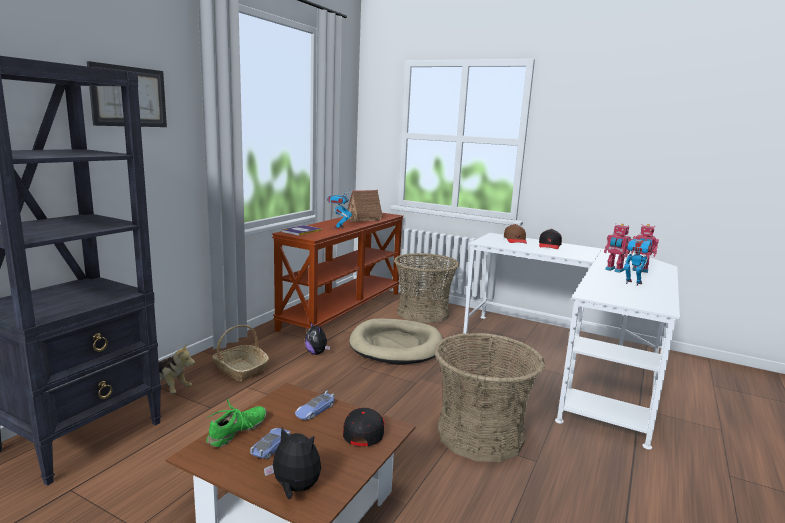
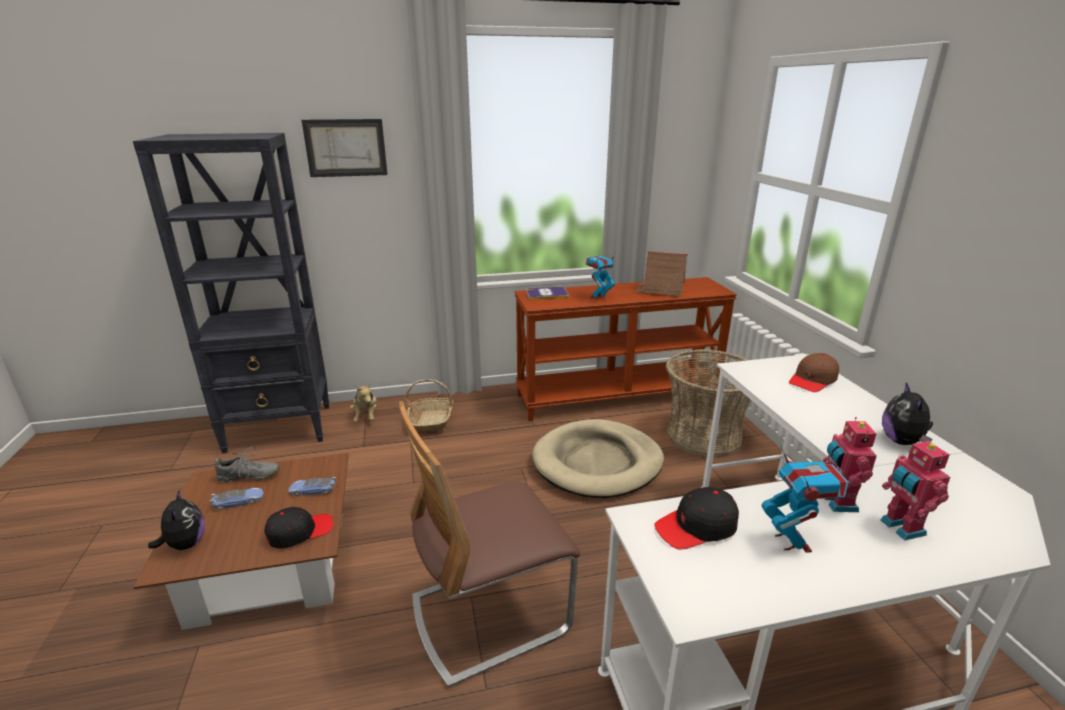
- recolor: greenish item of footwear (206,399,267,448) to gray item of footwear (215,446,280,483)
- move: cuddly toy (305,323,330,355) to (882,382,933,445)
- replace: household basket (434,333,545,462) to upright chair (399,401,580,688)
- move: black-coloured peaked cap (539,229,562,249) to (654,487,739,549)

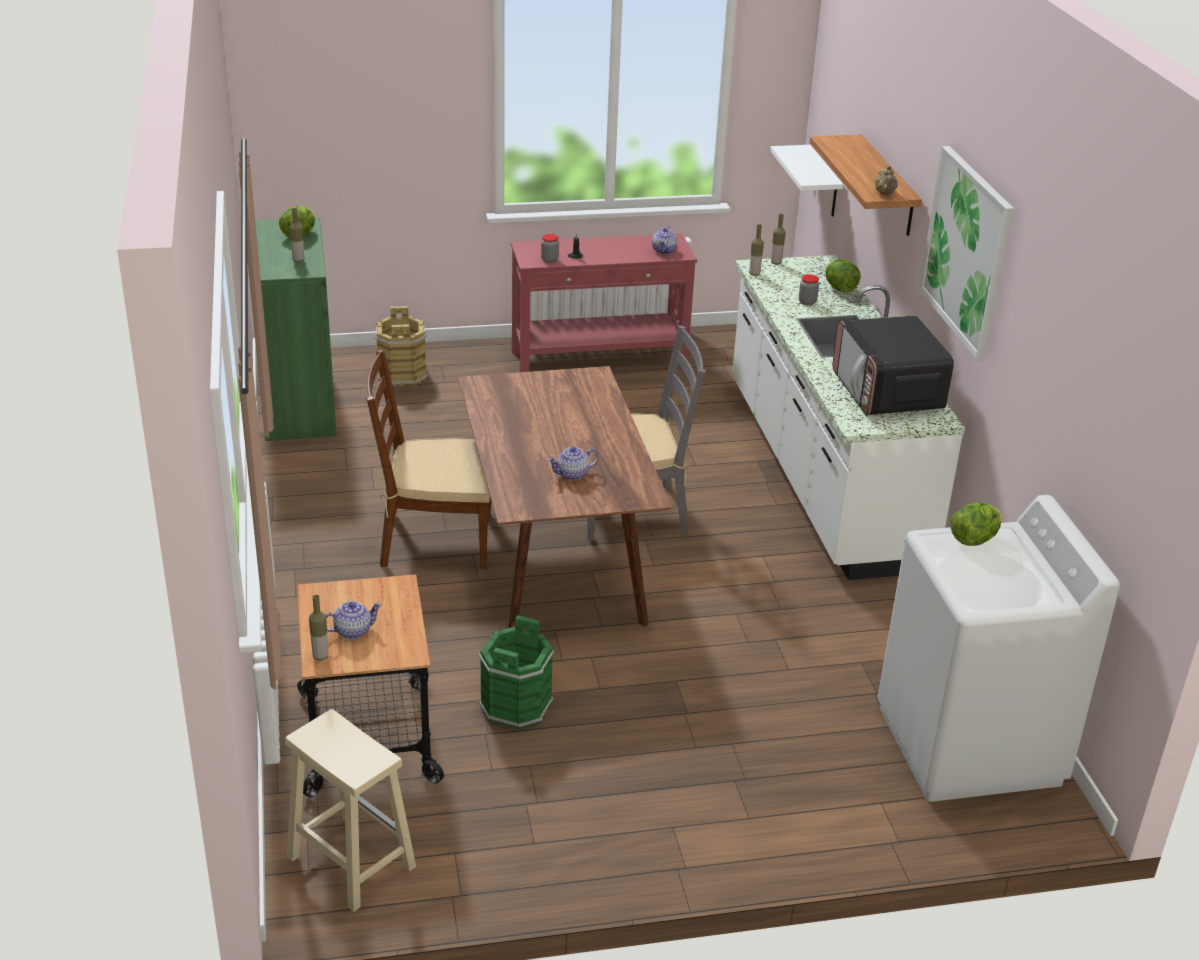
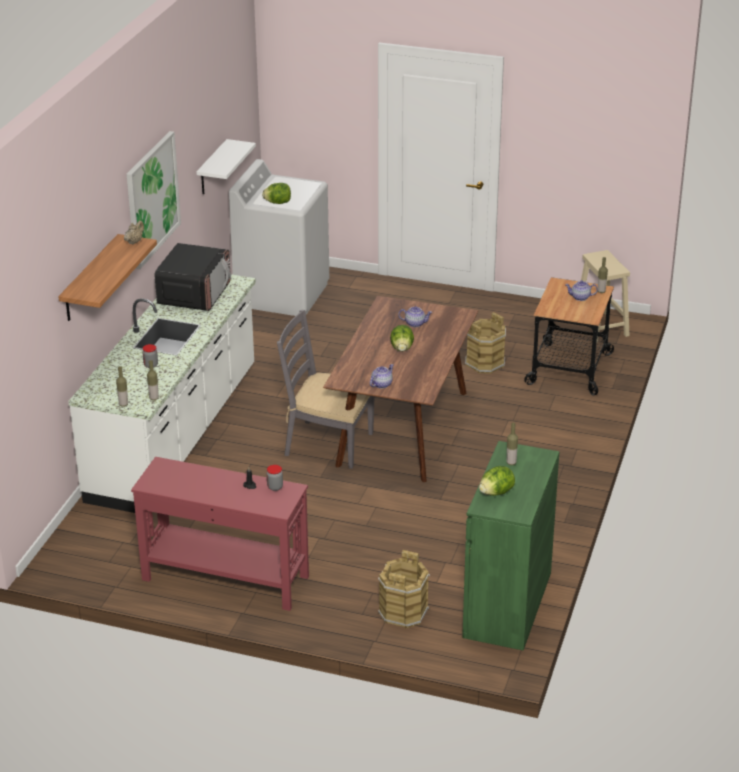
- delete: brownish upright chair (366,350,491,569)
- recolor: greenish water bucket (479,615,554,729) to brownish water bucket (465,312,506,374)
- move: teapot (652,226,677,254) to (370,364,394,388)
- move: white shelf (770,145,843,217) to (196,139,256,194)
- move: lettuce (825,259,861,292) to (390,325,414,352)

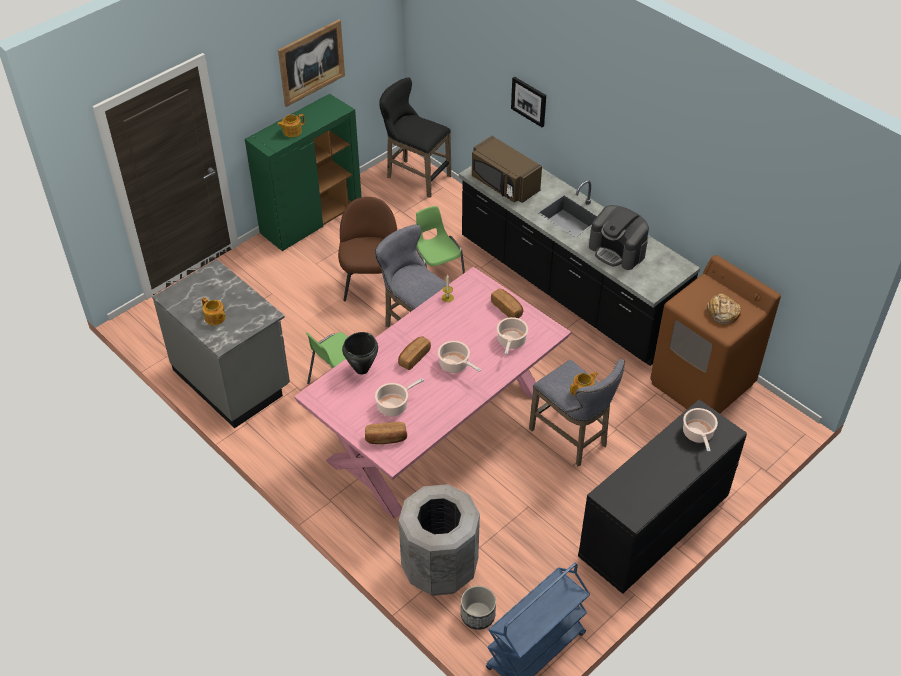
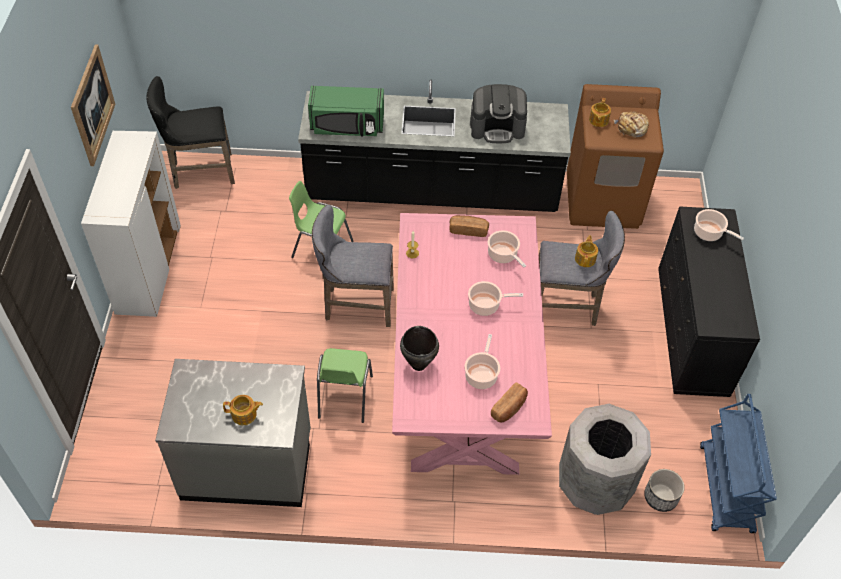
- recolor: greenish storage cabinet (245,94,362,251) to white storage cabinet (81,131,181,317)
- move: teapot (277,114,305,137) to (589,98,611,127)
- delete: brownish upright chair (338,197,397,302)
- delete: bakery bread (398,337,431,370)
- recolor: brownish microwave oven (472,136,542,203) to greenish microwave oven (308,86,384,136)
- delete: wall art (511,77,546,127)

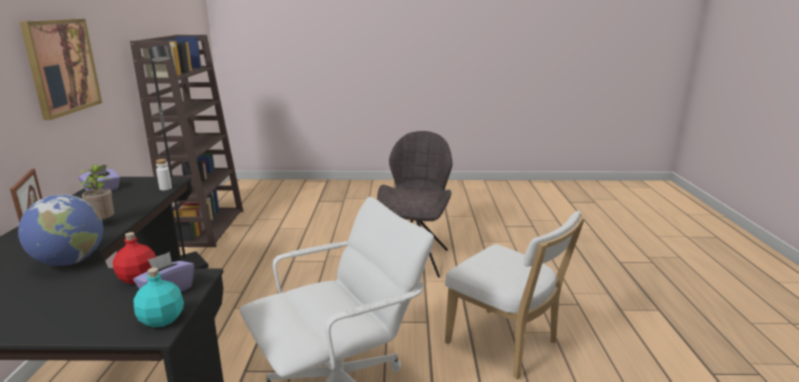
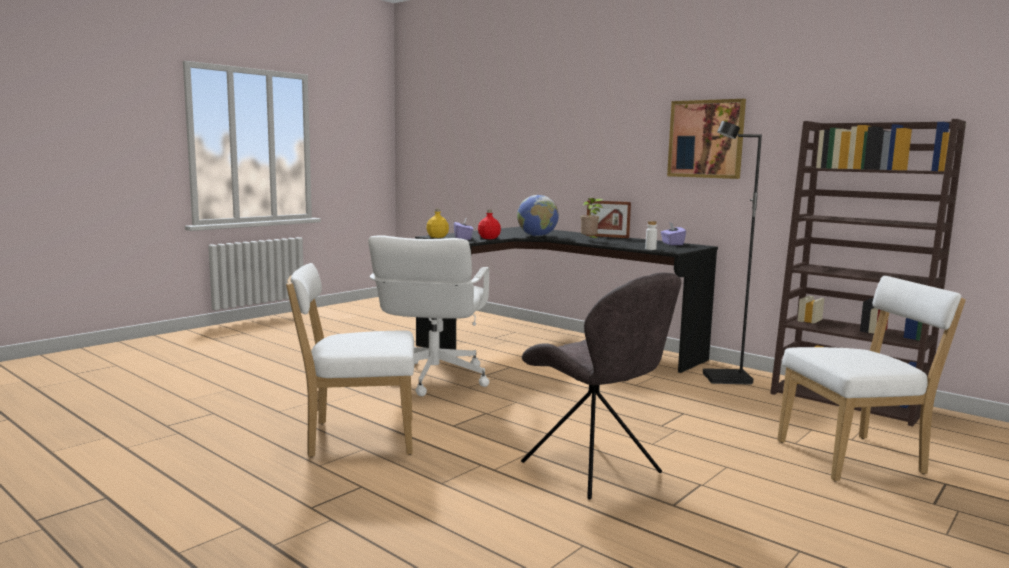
- recolor: turquoise-coloured bottle (133,268,184,328) to yellow bottle (426,208,449,238)
- insert: white upright chair (777,276,966,481)

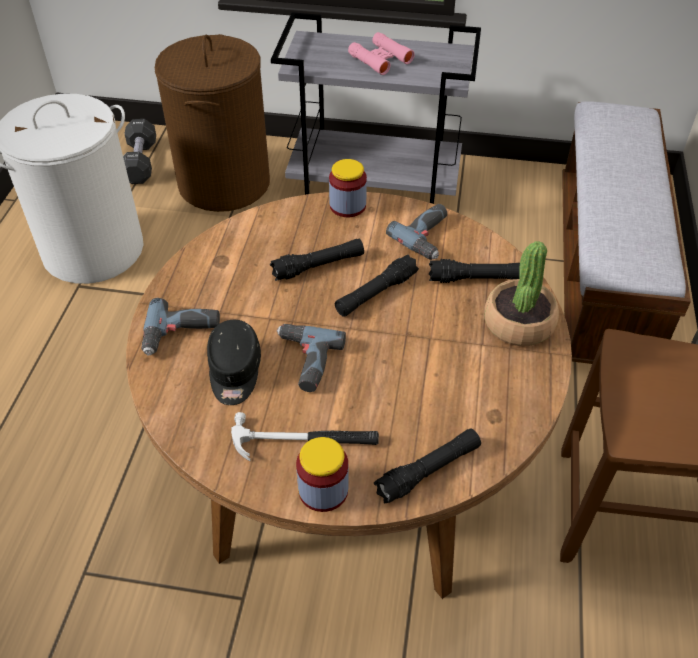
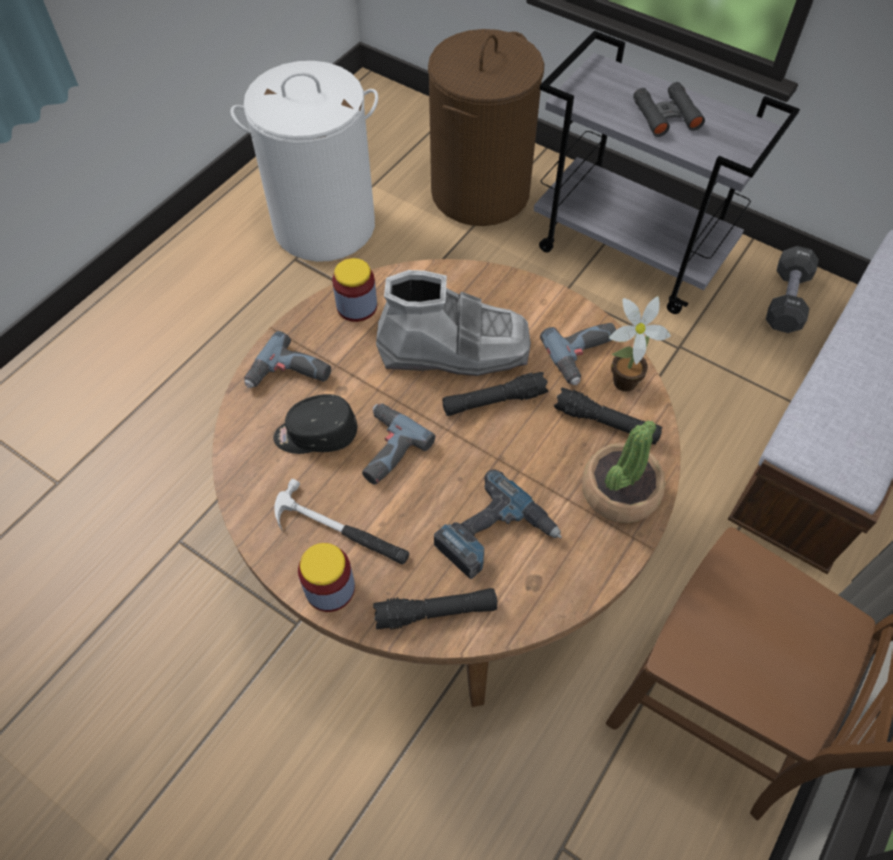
- move: black-coloured hand weight (123,119,156,184) to (766,246,819,333)
- rotate: black-coloured peaked cap (207,320,261,405) = (273,394,357,454) 60 degrees clockwise
- replace: black-coloured torch (270,239,364,281) to gray high-top boot (376,270,531,376)
- move: preserve jar (329,159,367,217) to (332,258,377,322)
- recolor: pinkish binoculars (348,32,415,75) to black-coloured binoculars (633,82,705,137)
- insert: power drill (434,469,562,579)
- insert: plant in a pot (609,296,671,392)

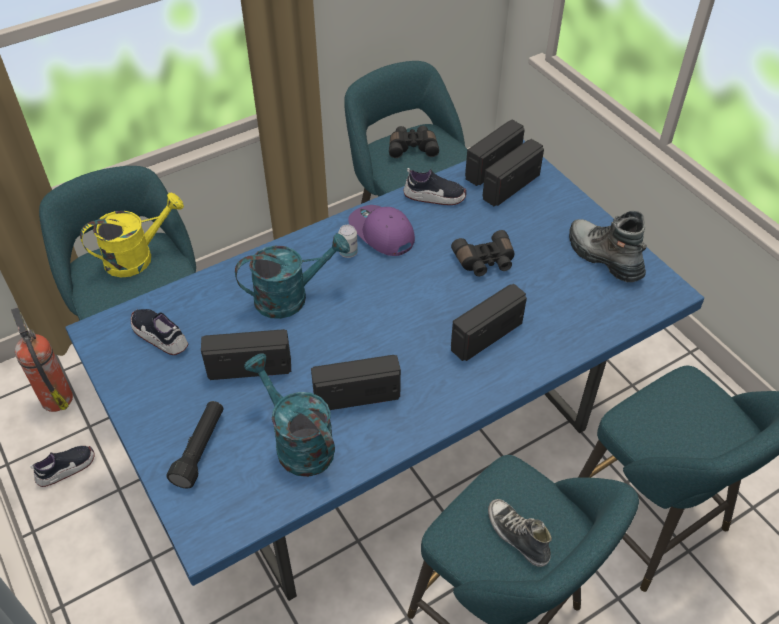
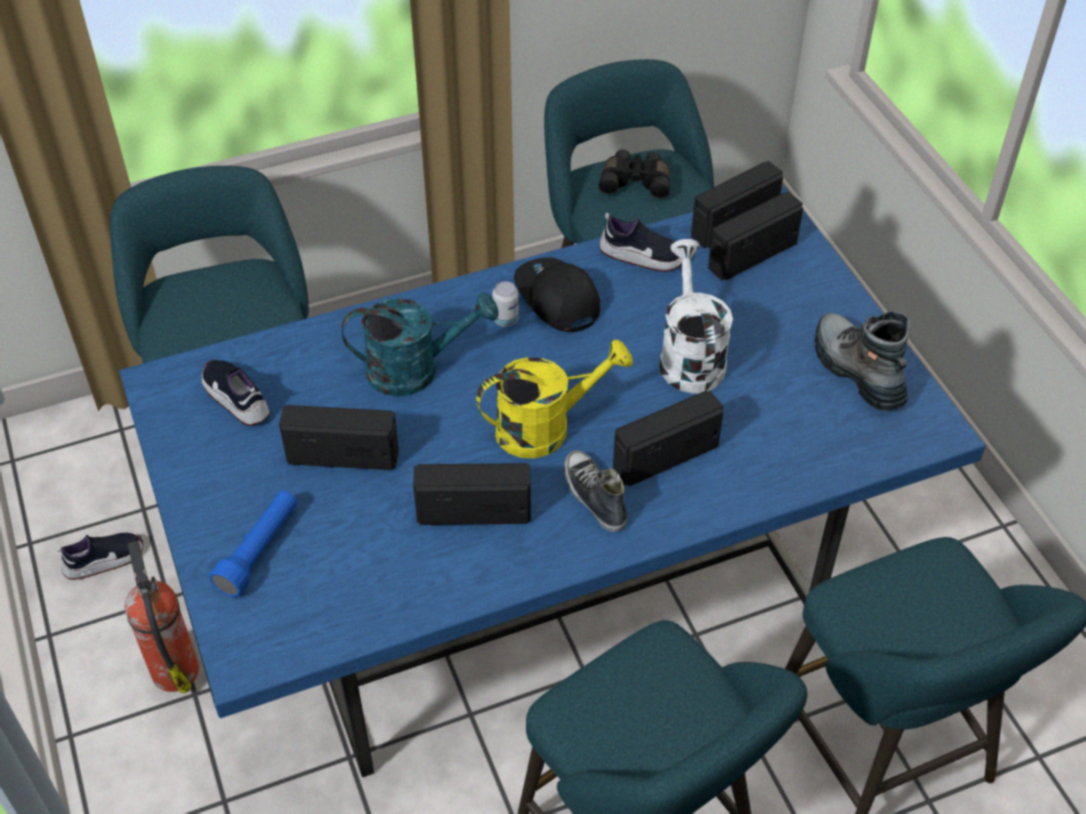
- move: extinguisher (11,307,73,412) to (125,541,199,693)
- move: yellow watering can (80,193,184,278) to (476,339,633,458)
- recolor: black-coloured torch (166,401,224,489) to blue-coloured torch (209,491,297,597)
- delete: turquoise-coloured watering can (244,353,335,477)
- recolor: purple-coloured peaked cap (348,205,415,256) to black-coloured peaked cap (514,257,600,332)
- replace: black-coloured binoculars (451,230,514,276) to white watering can (660,239,733,394)
- move: item of footwear (488,499,552,567) to (564,451,627,532)

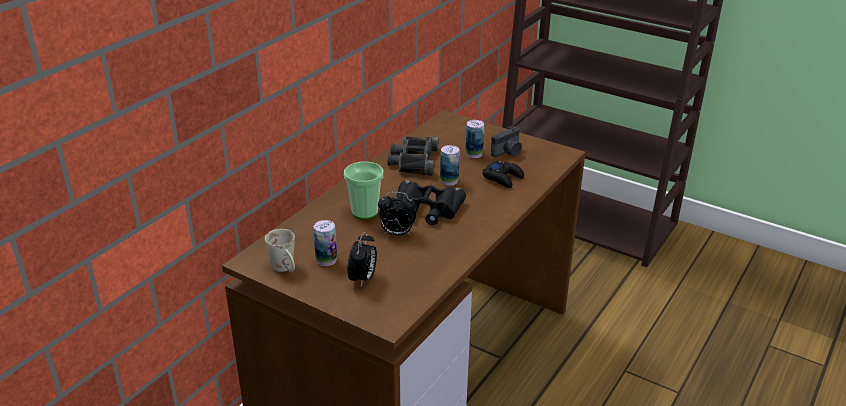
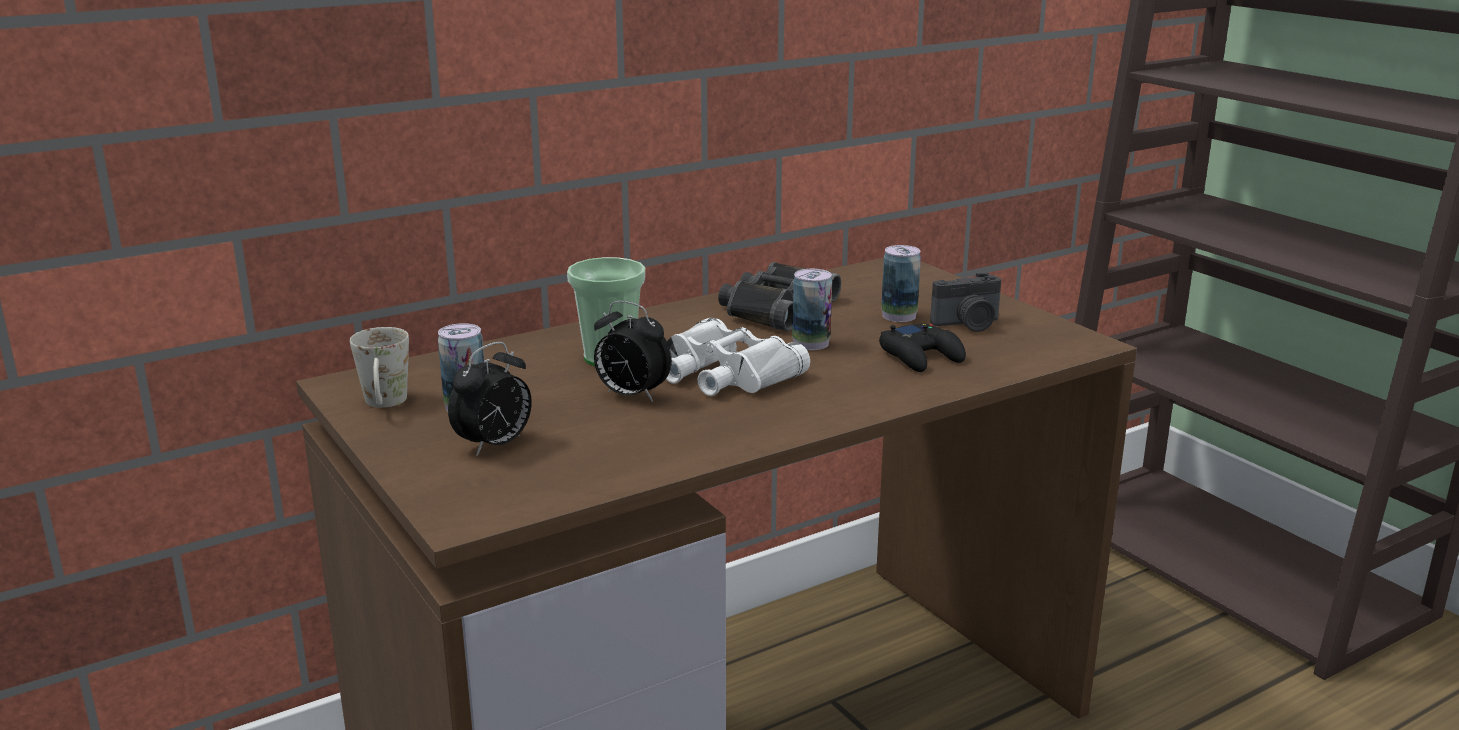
- recolor: black-coloured binoculars (396,180,466,225) to white binoculars (666,317,810,396)

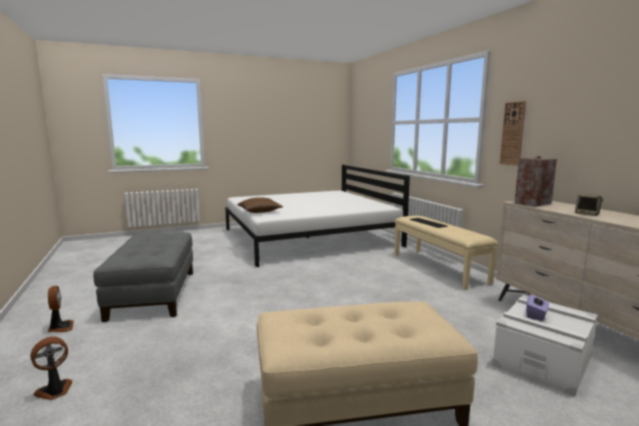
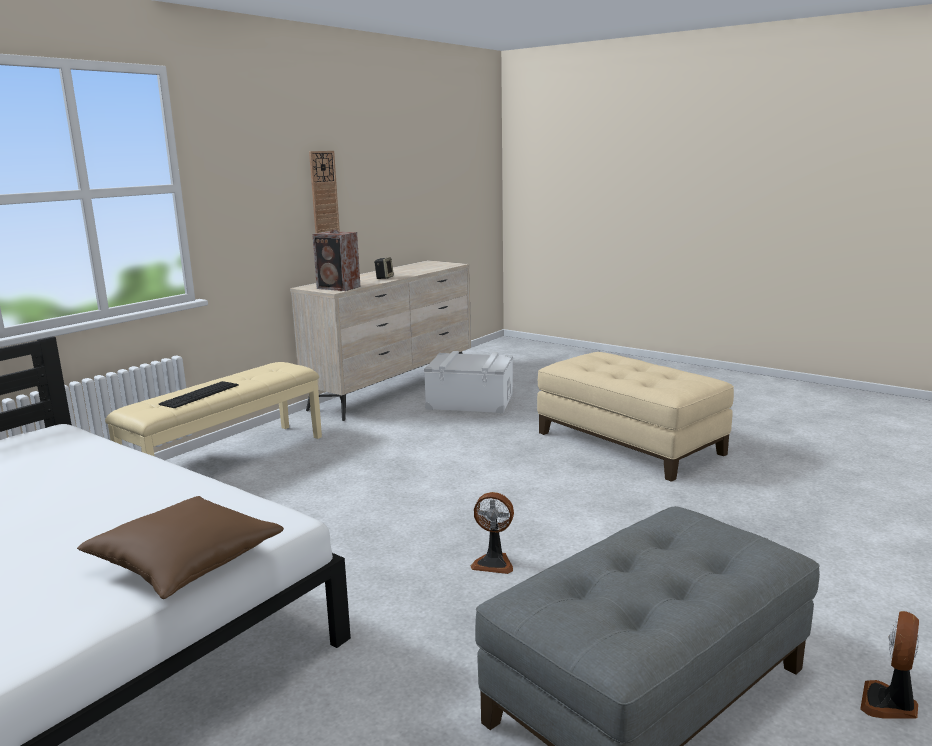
- move: cooling fan (30,337,72,400) to (470,492,514,574)
- move: hanging clock (500,101,526,166) to (309,151,340,234)
- delete: purple-coloured tissue holder (526,294,549,321)

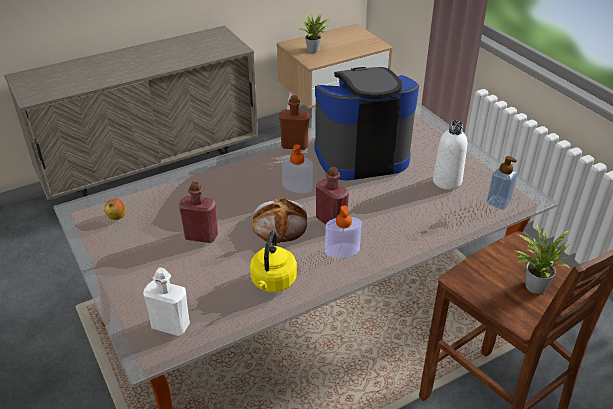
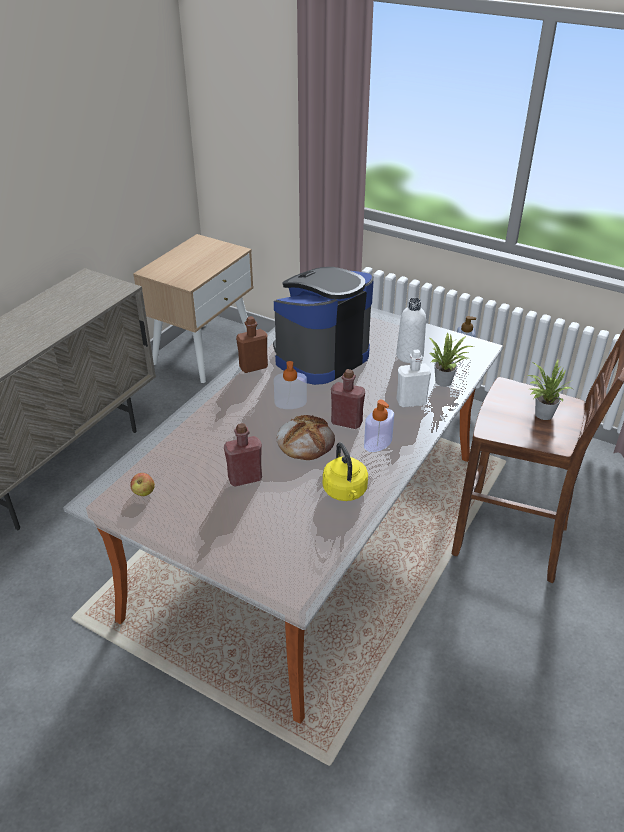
- move: white bottle (143,267,190,336) to (396,350,431,407)
- move: plant in a pot (300,14,331,53) to (428,333,474,387)

